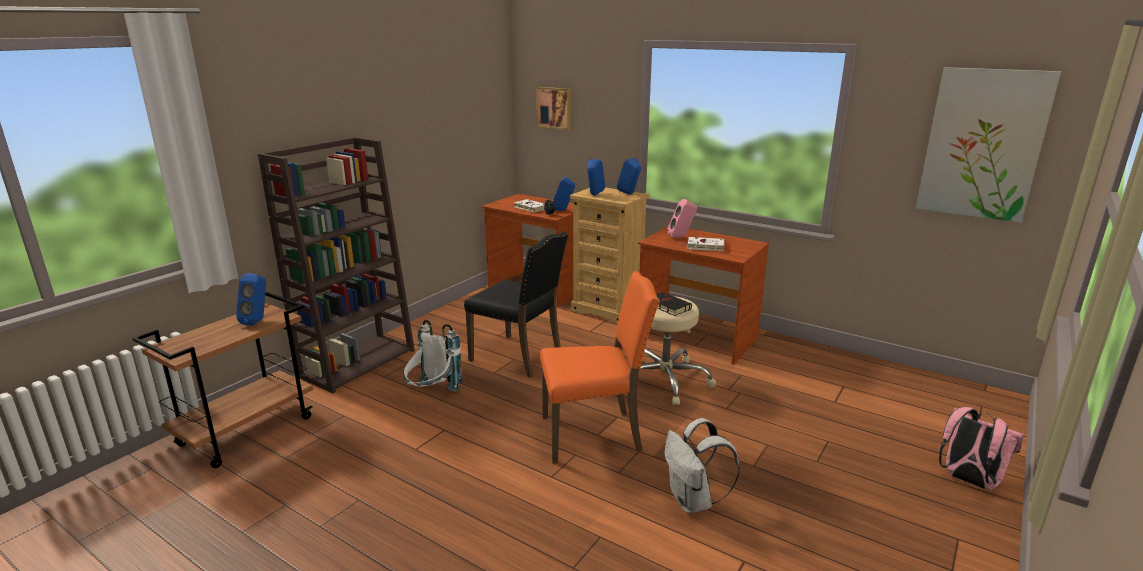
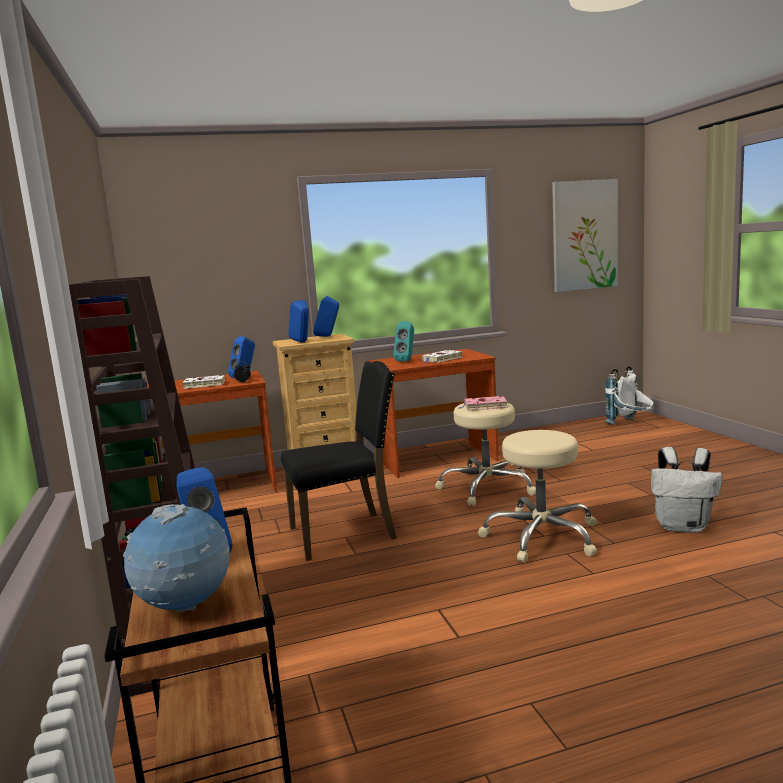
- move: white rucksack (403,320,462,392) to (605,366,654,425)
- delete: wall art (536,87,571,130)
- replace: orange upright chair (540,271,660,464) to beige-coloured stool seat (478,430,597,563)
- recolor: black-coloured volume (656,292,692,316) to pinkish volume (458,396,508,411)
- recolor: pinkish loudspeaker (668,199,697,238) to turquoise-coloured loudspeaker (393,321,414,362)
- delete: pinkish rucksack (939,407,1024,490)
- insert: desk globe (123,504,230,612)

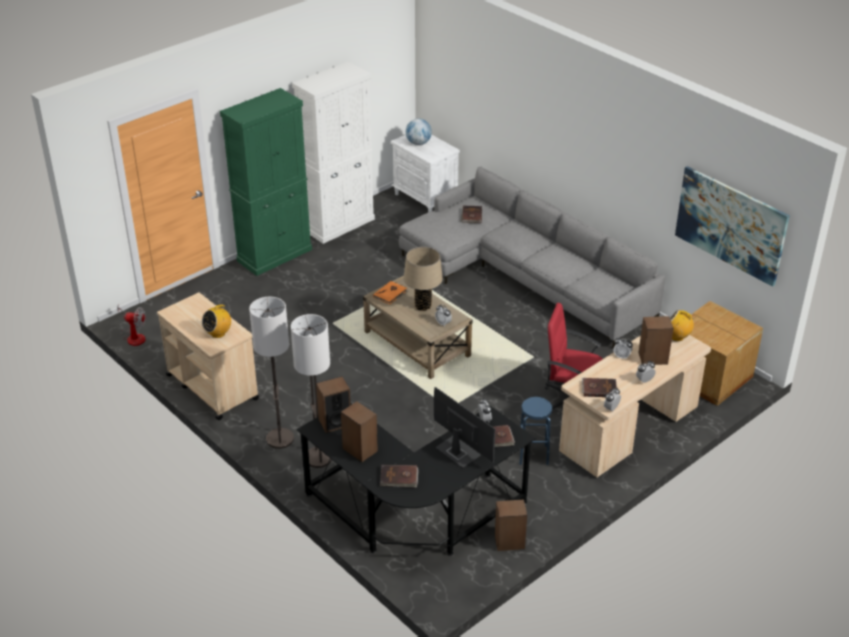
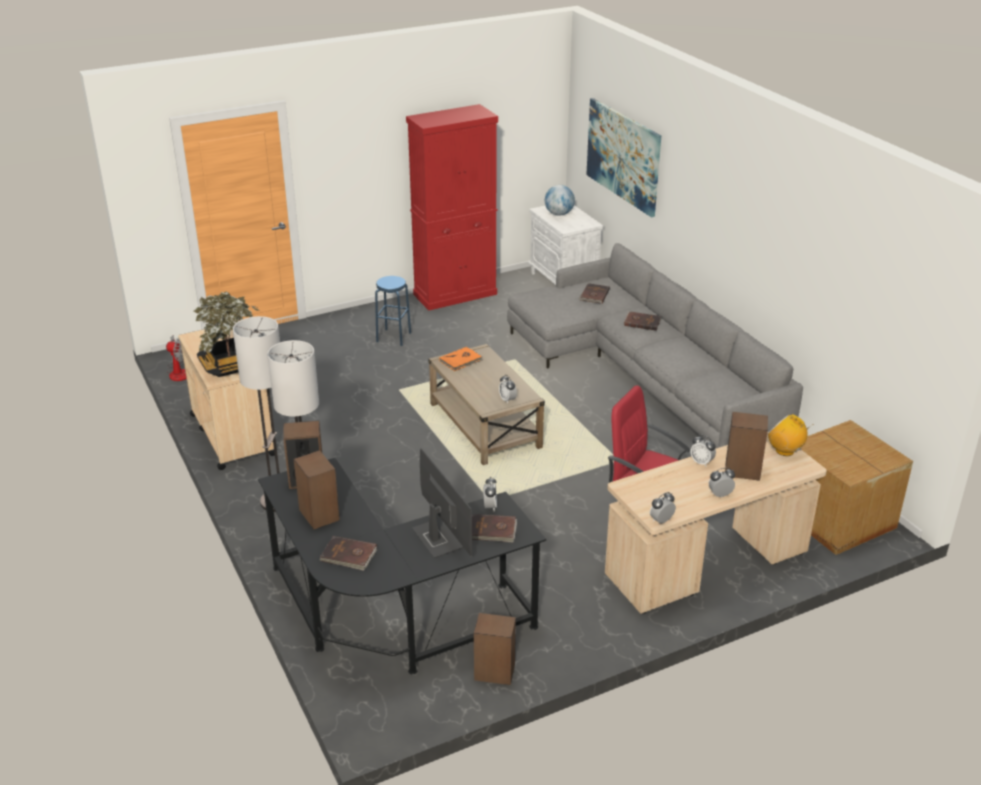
- replace: radio receiver (202,303,231,338) to plant in a pot (194,291,260,377)
- delete: greenish storage cabinet (220,88,312,276)
- recolor: white storage cabinet (292,62,375,244) to red storage cabinet (406,104,498,310)
- delete: beige-coloured table lamp (404,247,443,311)
- move: blue-coloured stool seat (519,397,552,465) to (375,276,411,346)
- move: brownish volume (582,378,617,397) to (624,311,661,331)
- move: wall art (675,166,790,287) to (586,98,661,217)

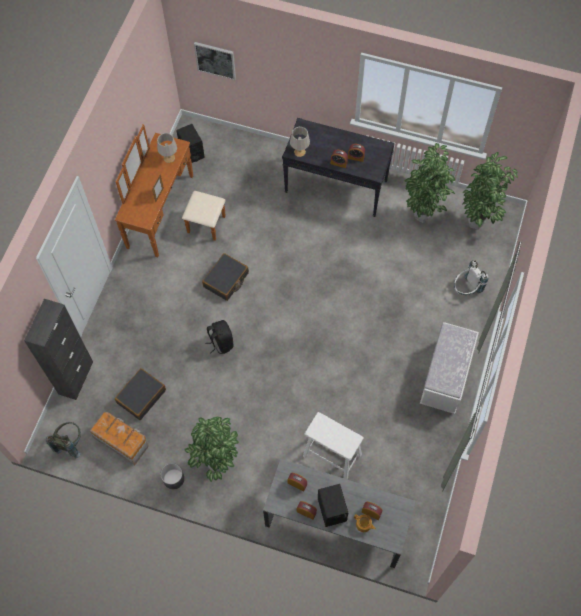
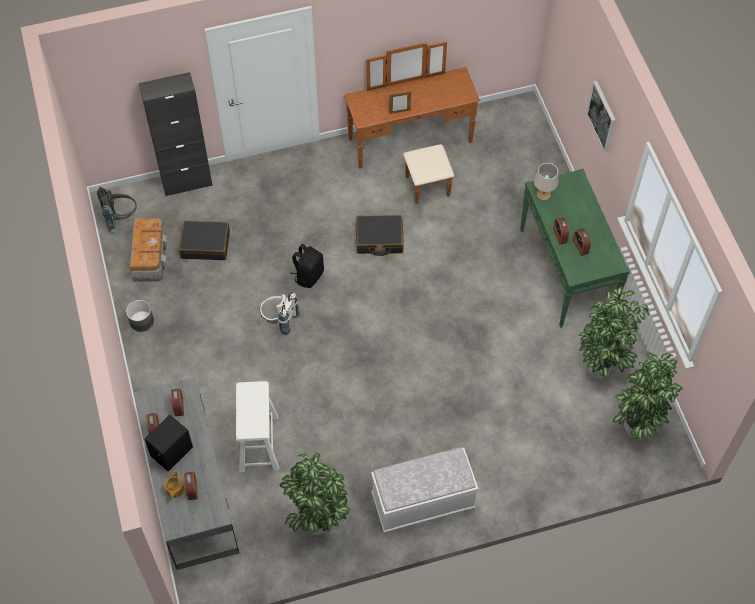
- delete: gray table lamp (157,133,177,163)
- delete: black-coloured loudspeaker (176,124,205,163)
- move: plant in a pot (185,417,239,482) to (279,453,350,535)
- move: wall art (194,42,236,80) to (587,81,616,152)
- recolor: black-coloured hall table (282,118,395,217) to greenish hall table (520,169,630,328)
- move: white rucksack (454,260,488,295) to (259,292,300,335)

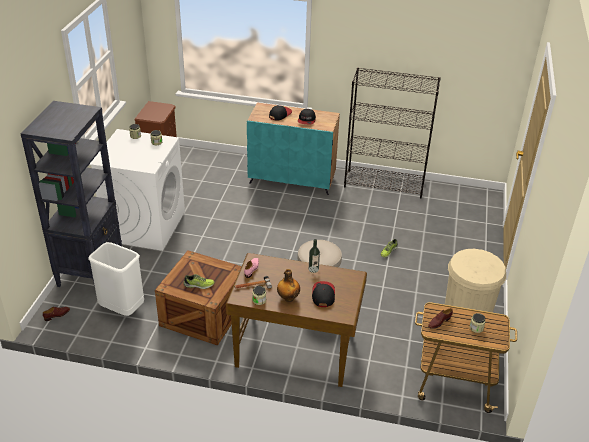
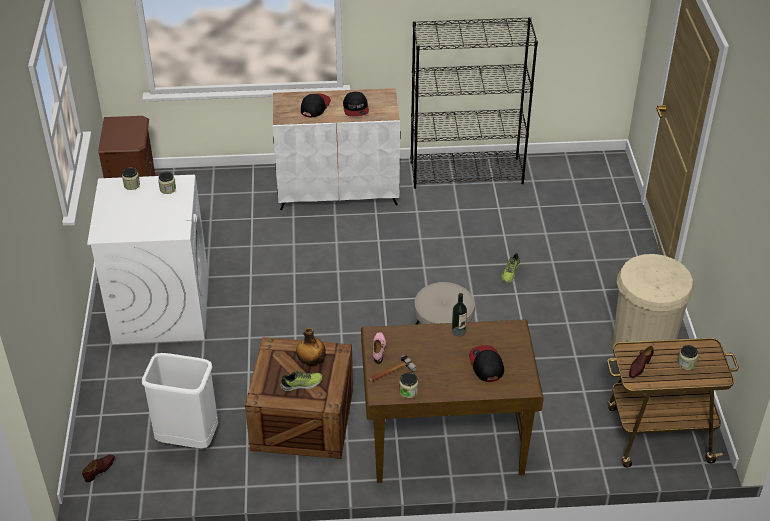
- delete: black-coloured bookshelf (20,101,122,287)
- recolor: turquoise-coloured storage cabinet (247,102,340,195) to white storage cabinet (273,88,400,210)
- move: bottle (277,269,300,302) to (296,328,326,367)

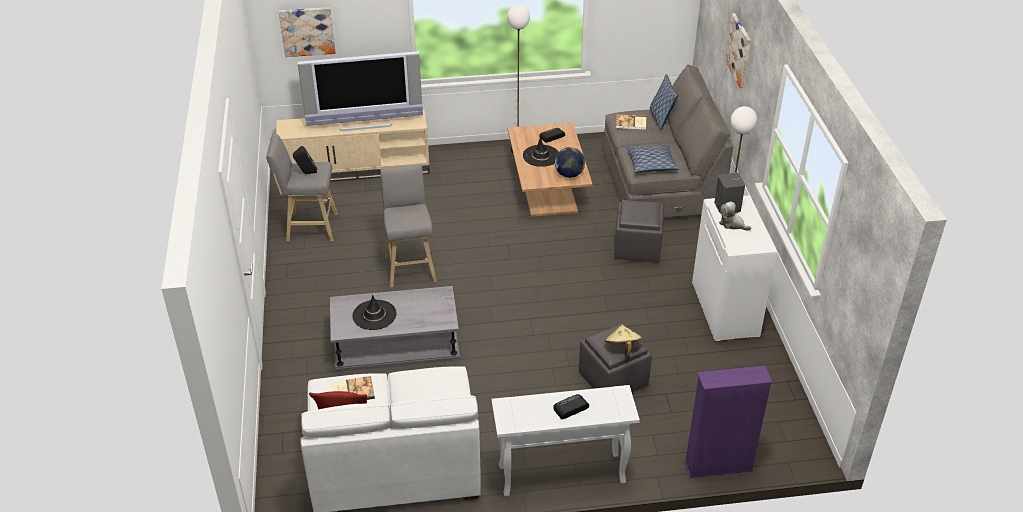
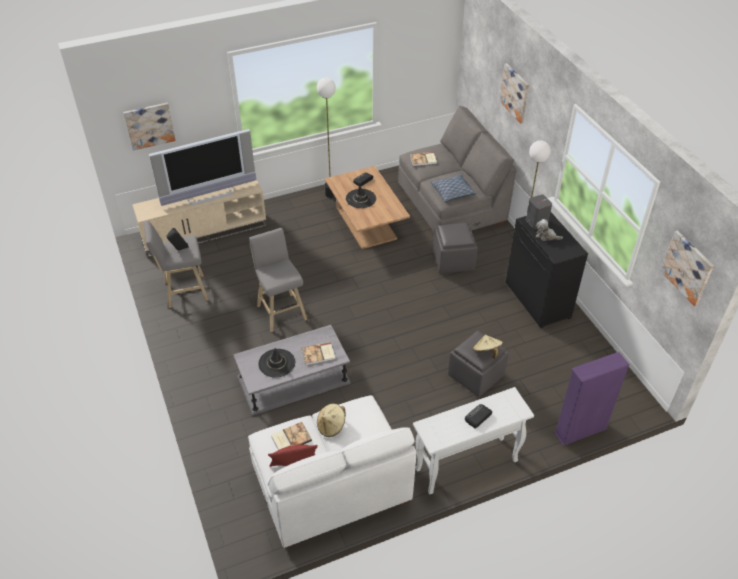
- delete: desk globe (555,147,585,178)
- delete: cushion (650,74,678,131)
- recolor: white storage cabinet (692,195,777,342) to black-coloured storage cabinet (506,212,588,328)
- insert: volume (302,342,335,365)
- insert: beige-coloured hat (317,404,346,437)
- insert: wall art (661,230,714,306)

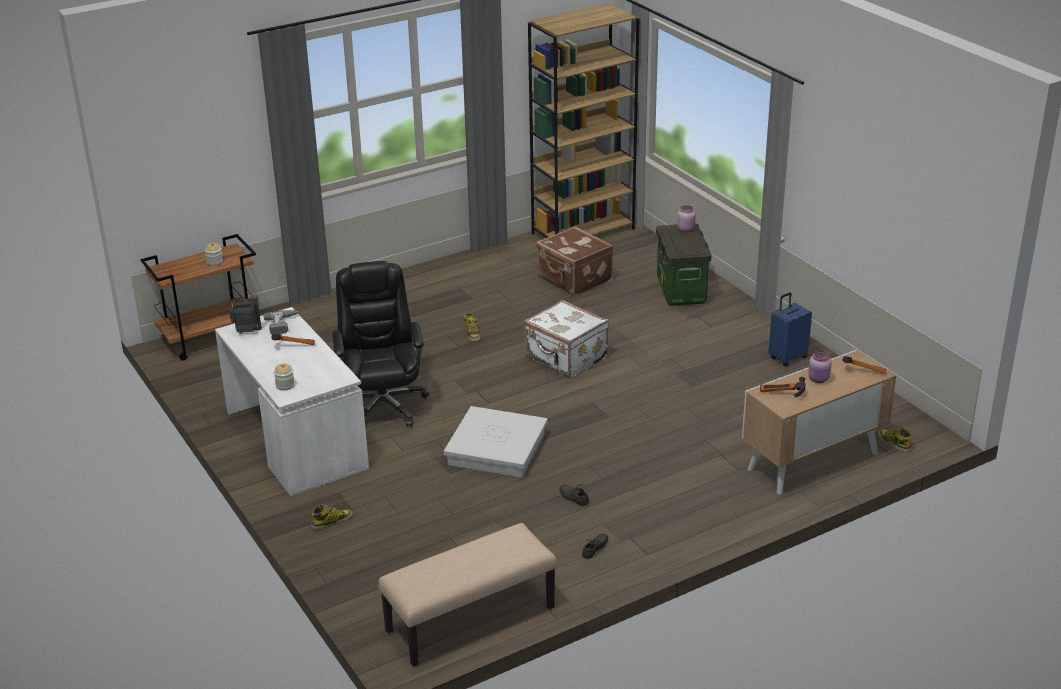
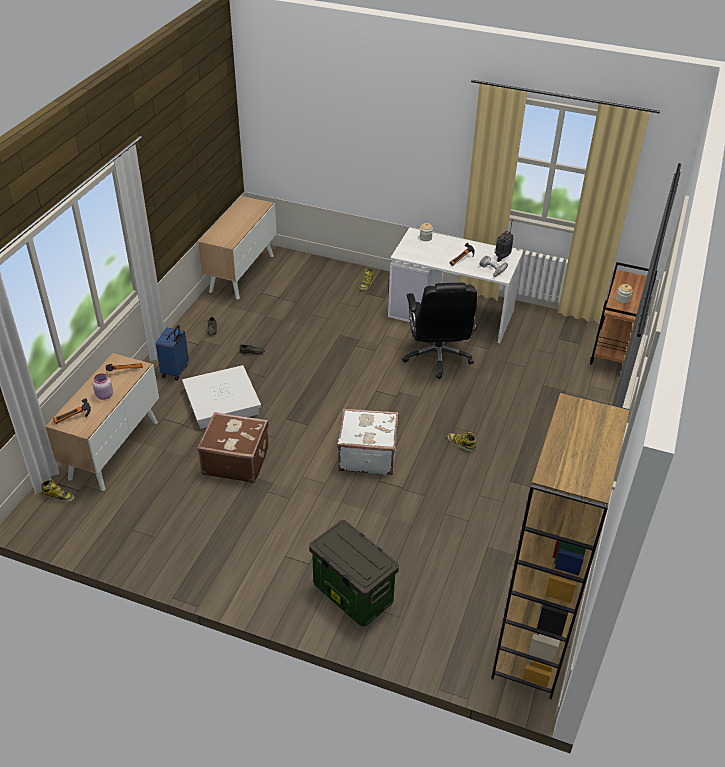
- rotate: black-coloured office chair (332,261,429,427) = (402,283,477,379) 45 degrees clockwise
- replace: beige-coloured indoor bench (378,523,557,667) to storage cabinet (198,196,277,300)
- move: white storage container (444,406,548,478) to (182,365,261,429)
- move: brownish suitcase (536,226,613,296) to (197,412,269,483)
- delete: pinkish preserve jar (677,205,695,232)
- move: blue-coloured suitcase (768,293,812,366) to (156,325,189,380)

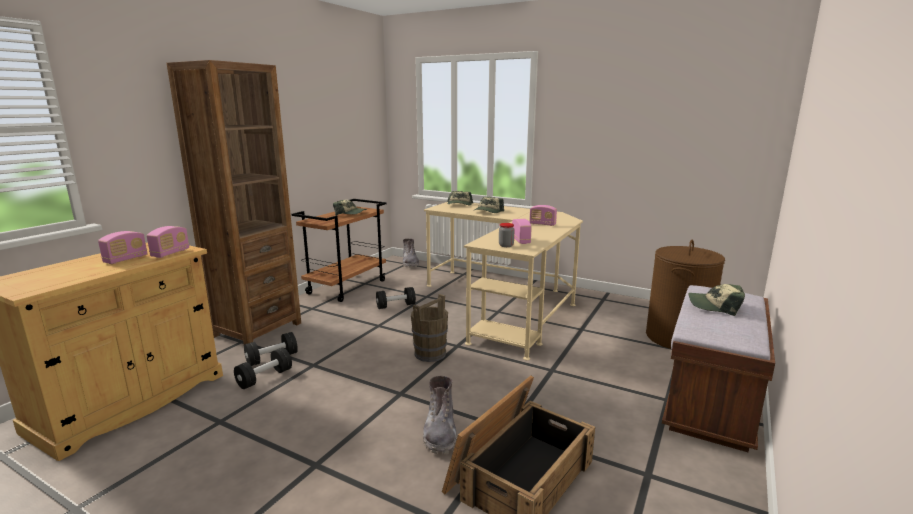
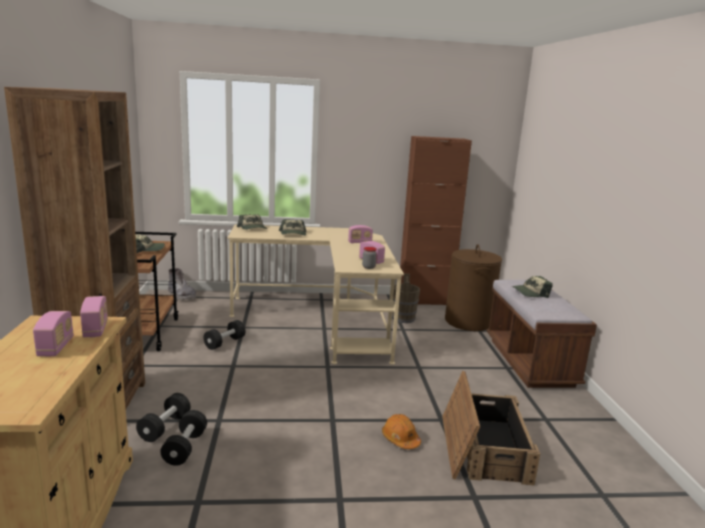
- move: brownish water bucket (411,294,448,362) to (392,273,420,323)
- replace: gray high-top boot (423,376,457,455) to orange safety helmet (382,414,421,449)
- insert: brownish storage cabinet (400,136,472,305)

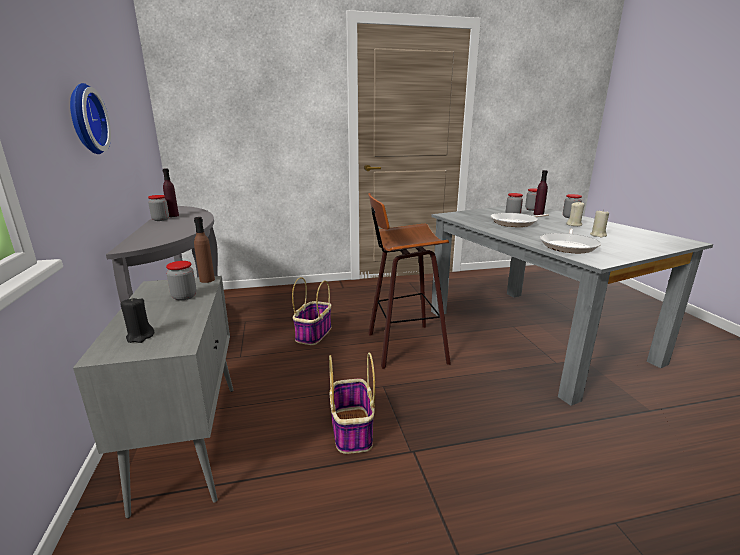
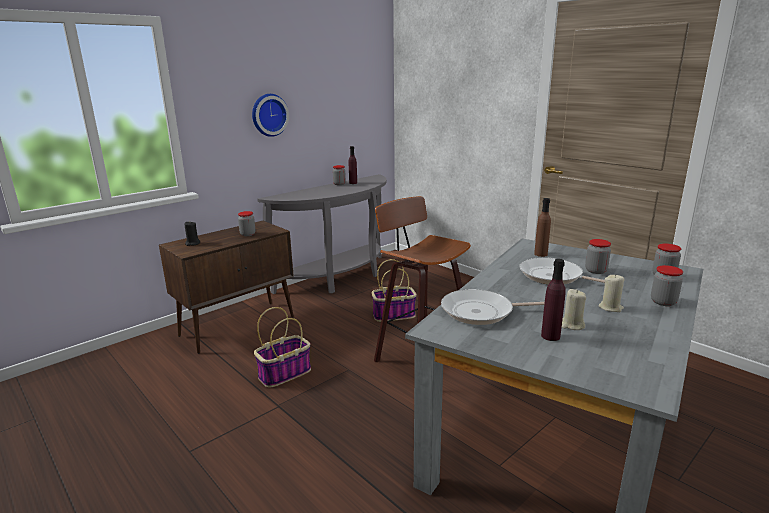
- recolor: gray storage cabinet (73,276,233,518) to brownish storage cabinet (159,221,294,354)
- move: brownish bottle (194,217,215,283) to (534,198,551,257)
- move: purple-coloured bottle (534,170,548,215) to (541,259,566,341)

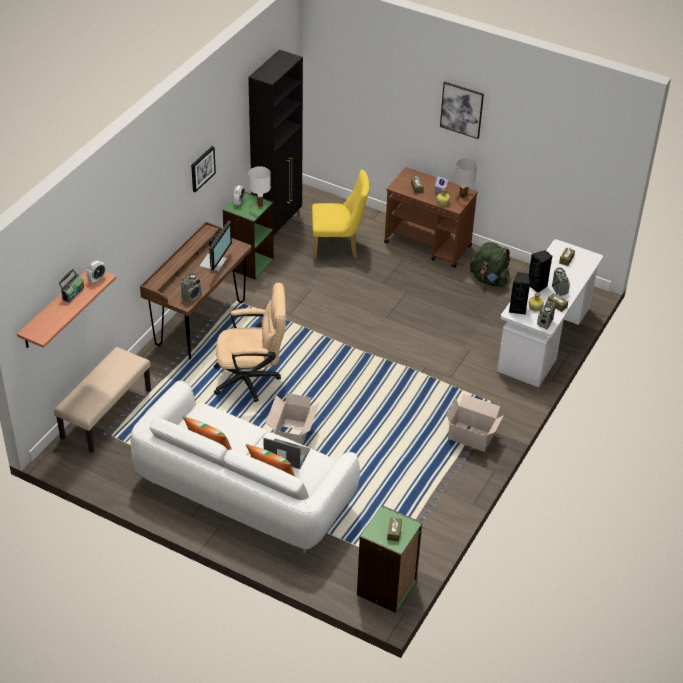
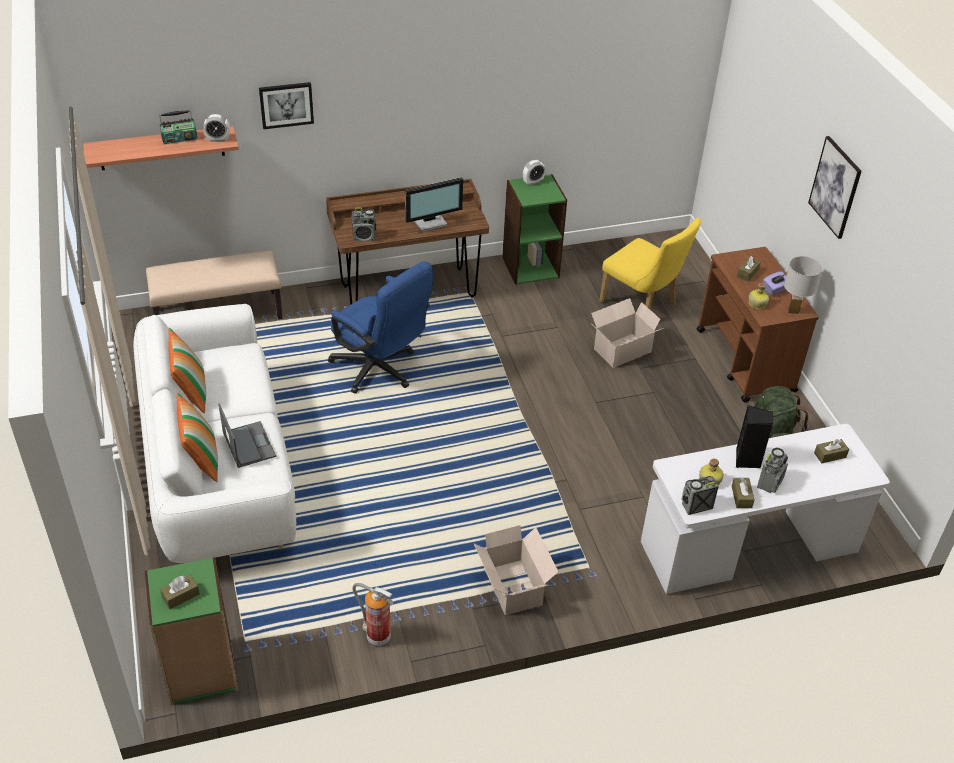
- move: wall art (191,146,216,192) to (259,82,314,129)
- recolor: beige-coloured office chair (214,283,286,402) to blue-coloured office chair (328,261,433,394)
- delete: black-coloured storage cabinet (248,50,303,244)
- delete: white table lamp (249,166,271,207)
- move: packing box (266,393,319,445) to (591,298,664,368)
- delete: black-coloured loudspeaker (509,272,530,315)
- insert: extinguisher (352,583,394,646)

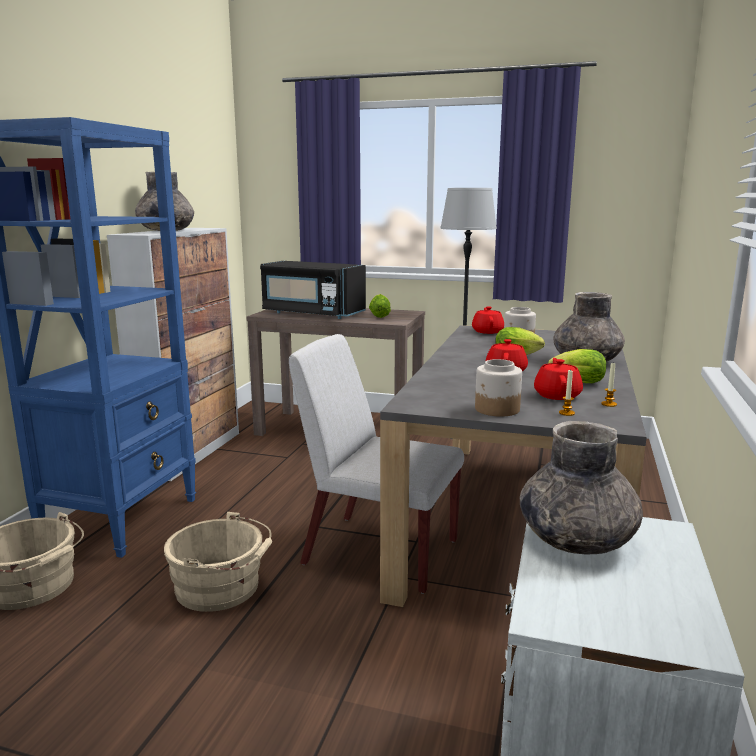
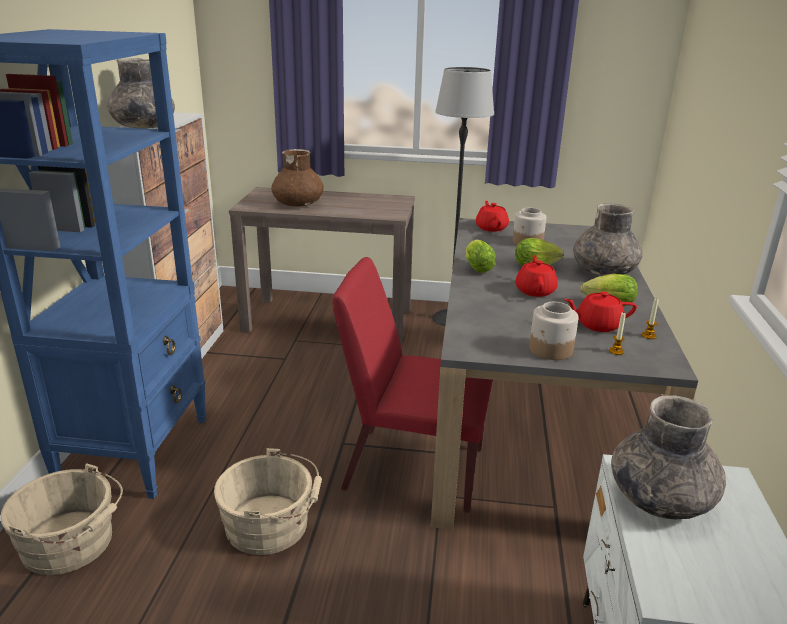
- replace: black-coloured microwave oven (260,261,366,319) to brownish flower vase (271,149,324,207)
- recolor: white upright chair (289,334,464,594) to red upright chair (332,257,493,513)
- move: lettuce (369,294,391,318) to (466,240,496,273)
- rotate: red teapot (534,358,583,400) = (564,291,637,332) 90 degrees counterclockwise

